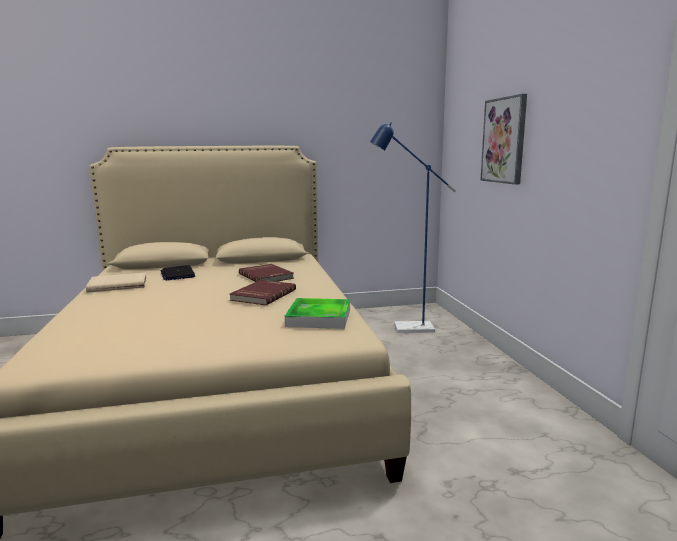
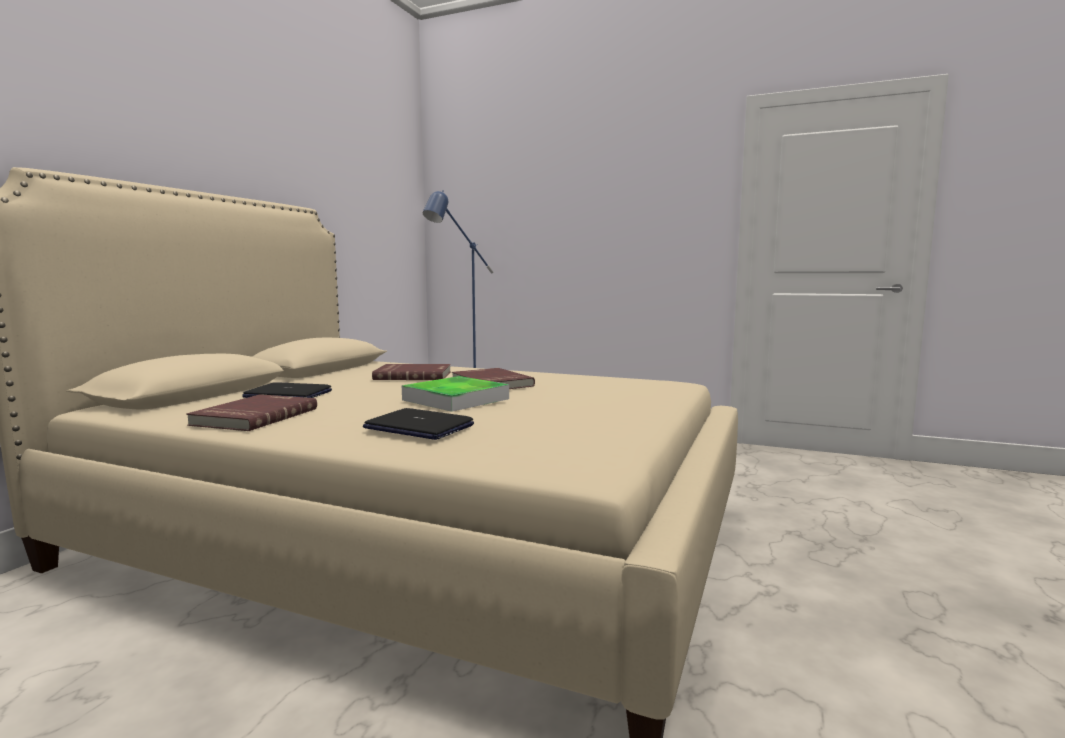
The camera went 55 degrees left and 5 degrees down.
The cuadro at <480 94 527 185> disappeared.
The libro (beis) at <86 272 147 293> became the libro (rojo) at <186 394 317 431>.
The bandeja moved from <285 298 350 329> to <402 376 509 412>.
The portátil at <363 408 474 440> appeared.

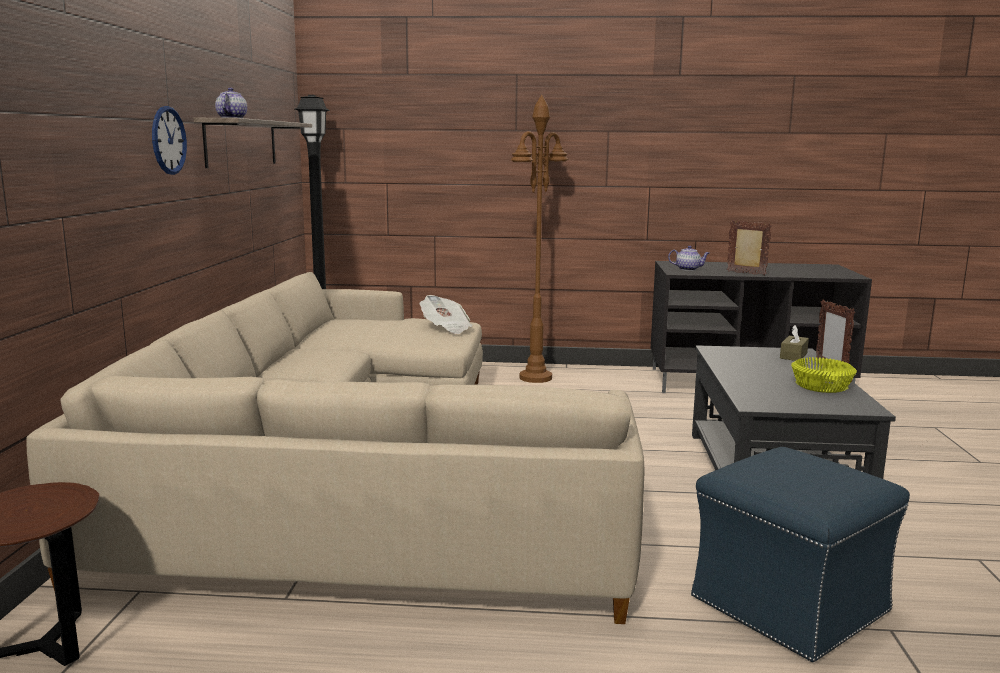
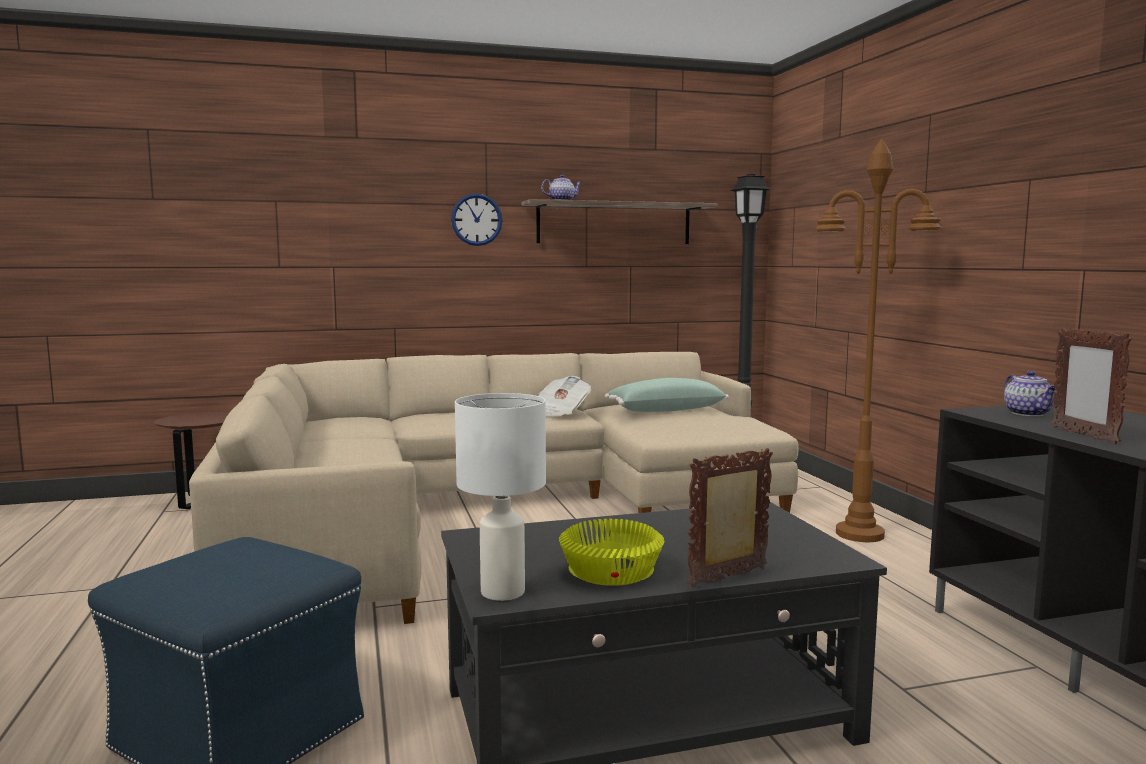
The camera went 70 degrees right and 5 degrees down.
The portarretratos at <726 220 772 275> turned 150 degrees clockwise.
The periódico moved from <420 295 473 334> to <538 376 591 417>.
The caja de pañuelos (marrón) at <780 325 809 361> disappeared.
The cojín (verde) at <605 378 729 412> appeared.
The lámpara de mesa (blanco) at <455 393 546 601> appeared.

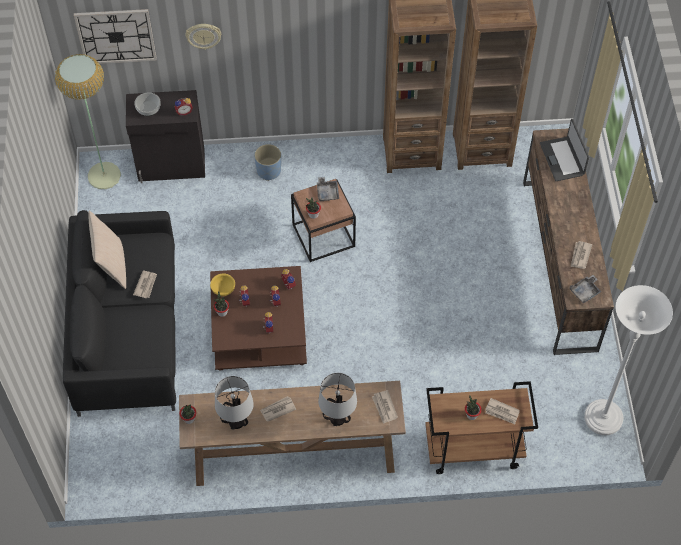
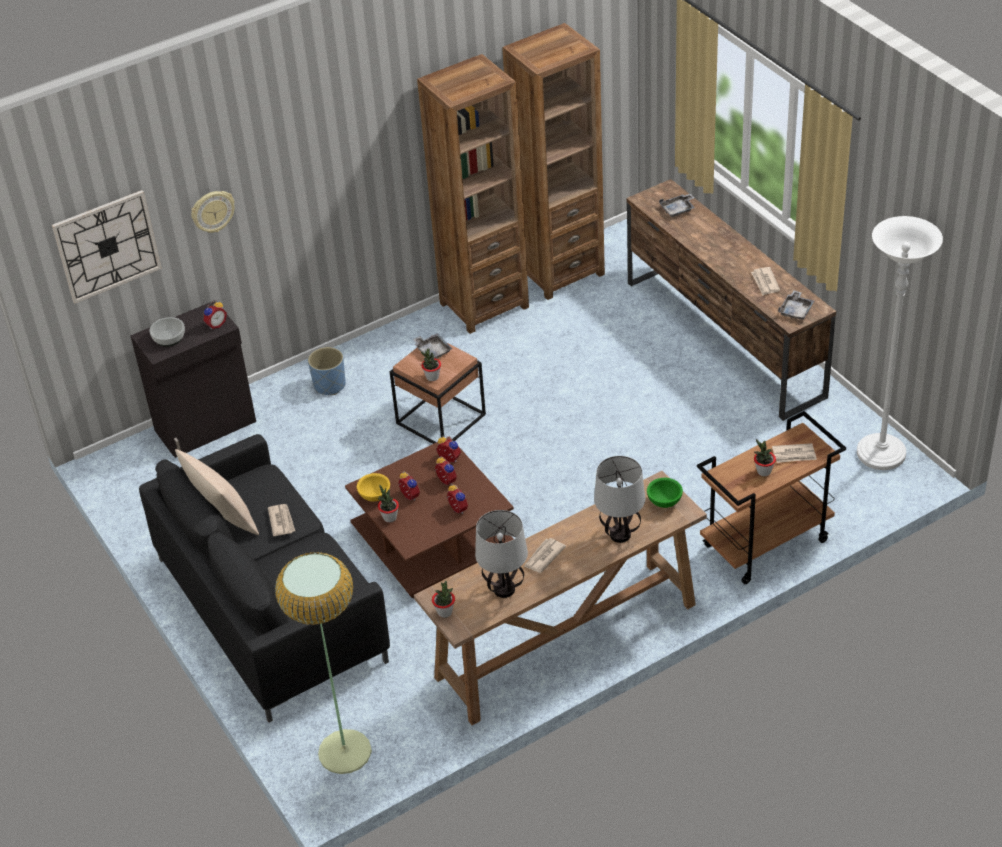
The camera went 25 degrees left and 15 degrees down.
The lámpara de pie moved from <55 54 121 189> to <275 552 372 774>.
The portátil at <540 119 589 181> was replaced by the bandeja (gris) at <659 194 695 217>.
The periódico at <372 390 398 424> was replaced by the cuenco (verde) at <647 478 683 508>.

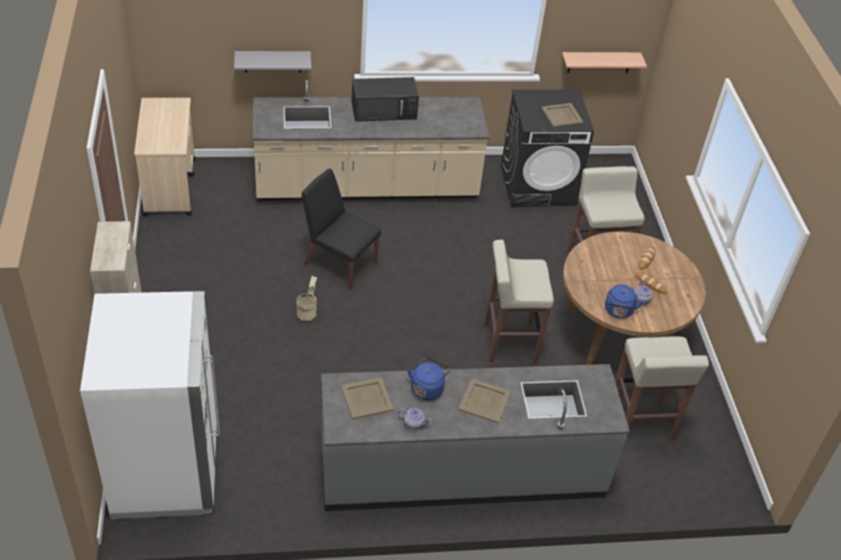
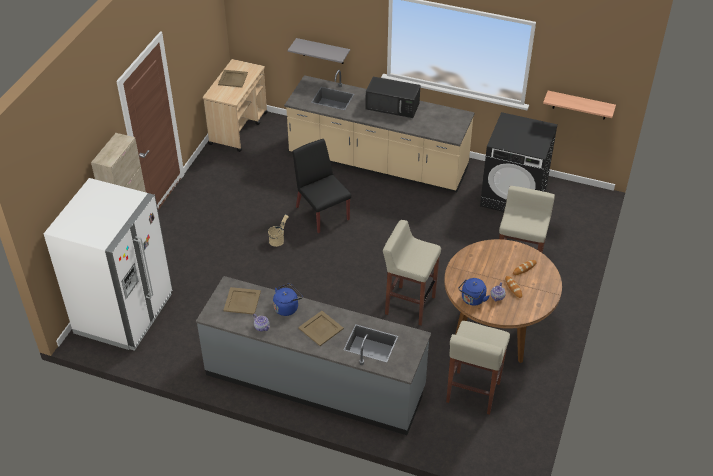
The camera went 30 degrees right and 0 degrees up.
The bandeja (beis) moved from <541 103 583 127> to <218 70 248 87>.

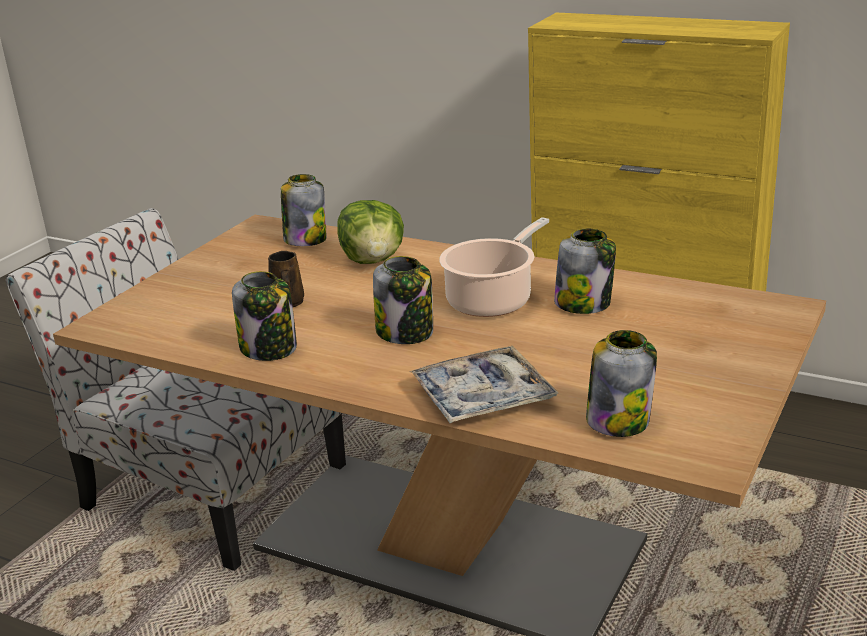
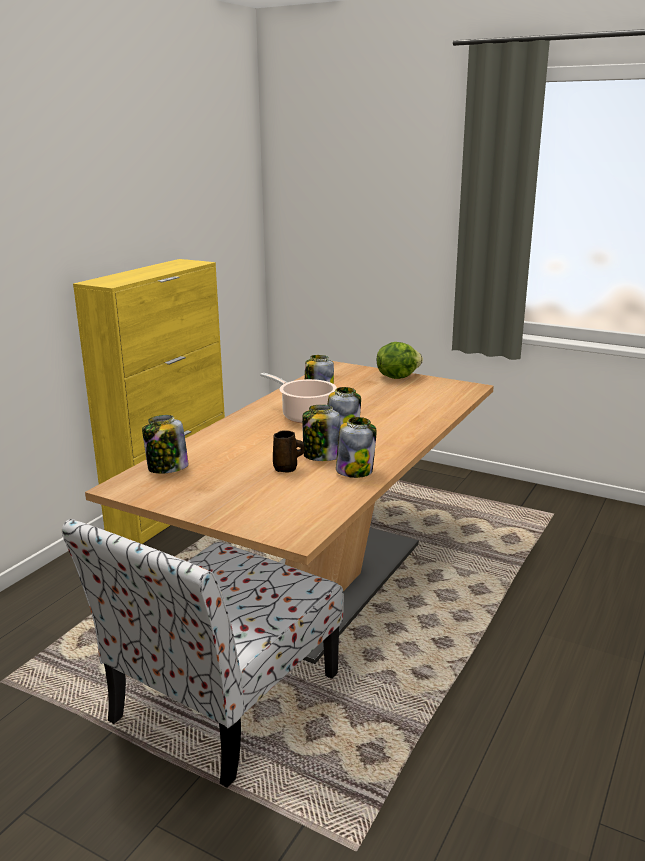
The camera went 90 degrees left and 5 degrees down.
The lechuga moved from <337 200 404 264> to <377 342 423 379>.
The tarro moved from <586 330 657 437> to <302 405 341 461>.
The bandeja at <410 346 558 423> disappeared.

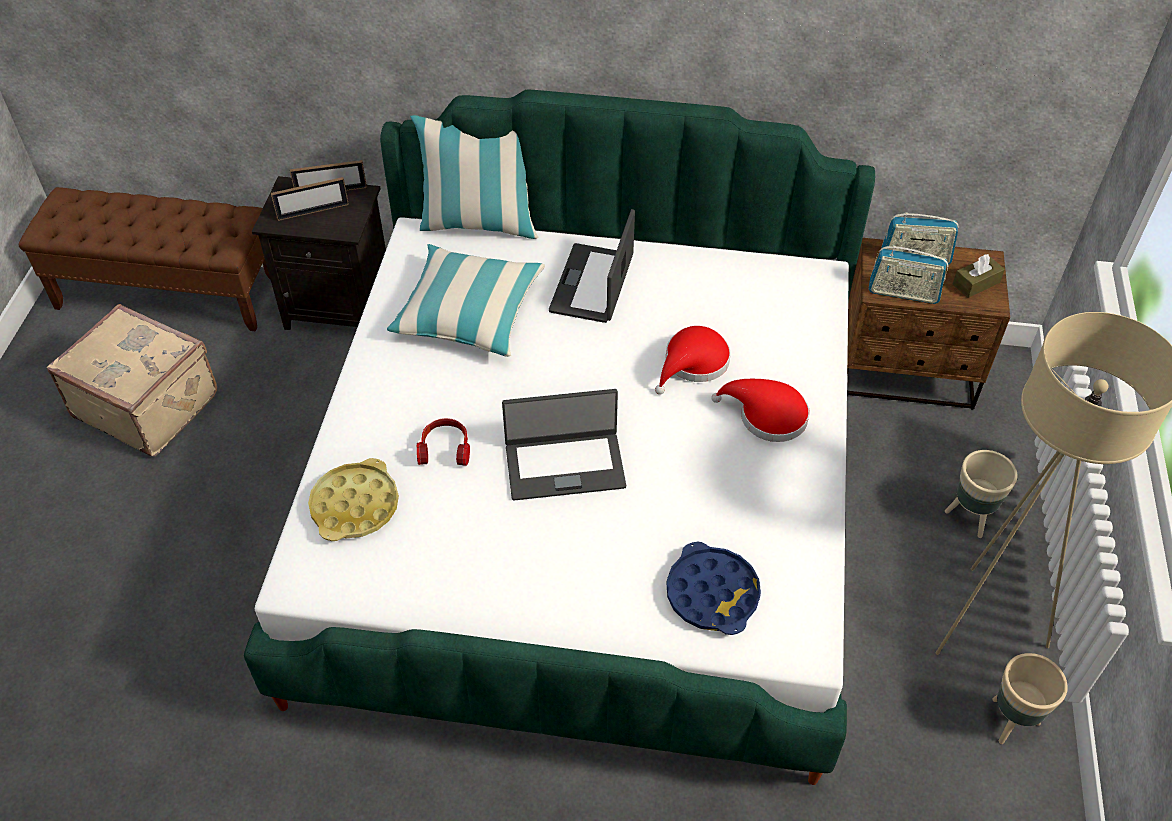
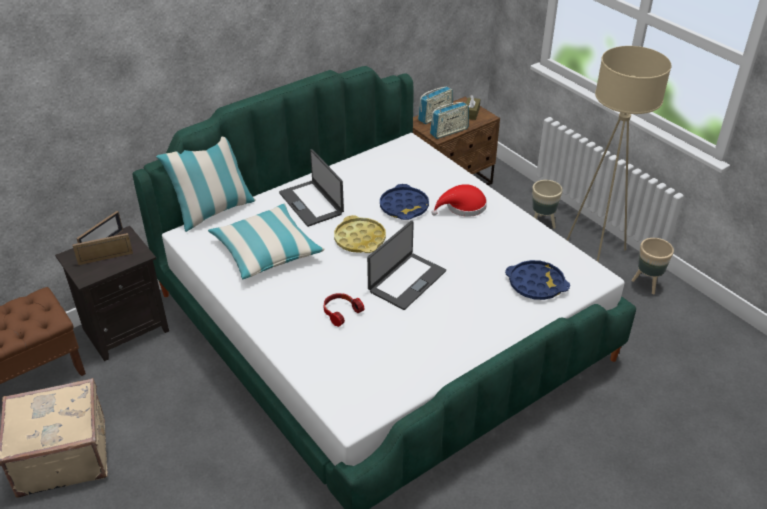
The camera went 45 degrees left and 10 degrees down.
The portarretratos at <271 177 349 221> turned 135 degrees counterclockwise.
The sombrero (rojo) at <655 326 731 395> was replaced by the bandeja (azul) at <380 184 429 220>.
The bandeja (amarillo) moved from <308 458 399 541> to <334 215 386 253>.

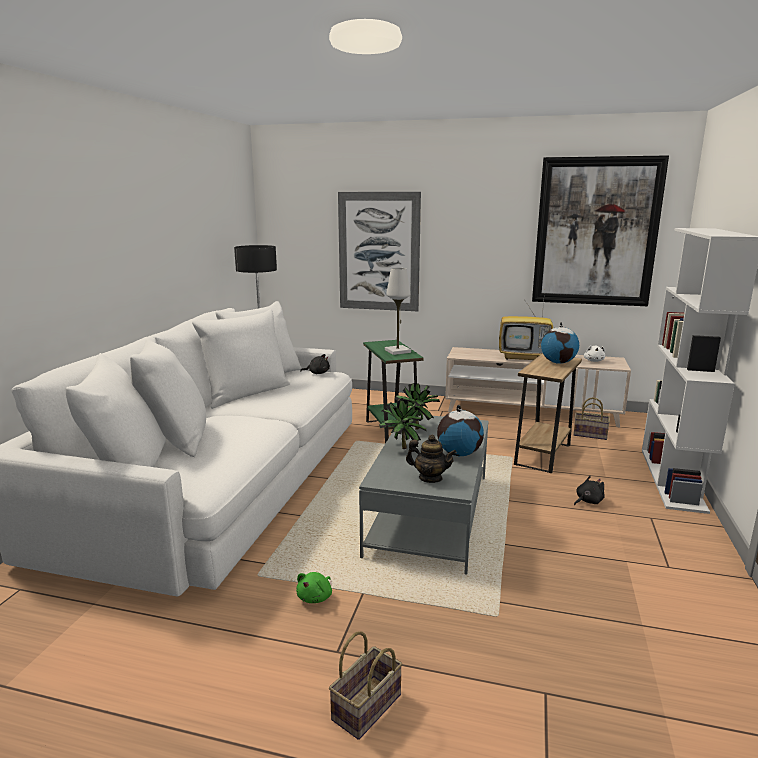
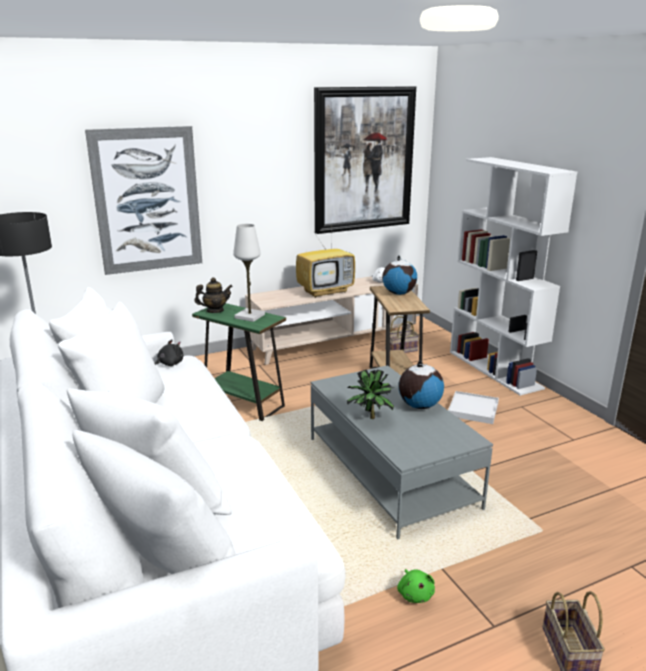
The camera went 40 degrees left and 5 degrees up.
The planta en maceta at <394 383 440 430> disappeared.
The tetera moved from <406 435 457 483> to <195 277 233 313>.
The peluche (negro) at <574 476 605 505> was replaced by the bandeja (blanco) at <448 391 499 424>.

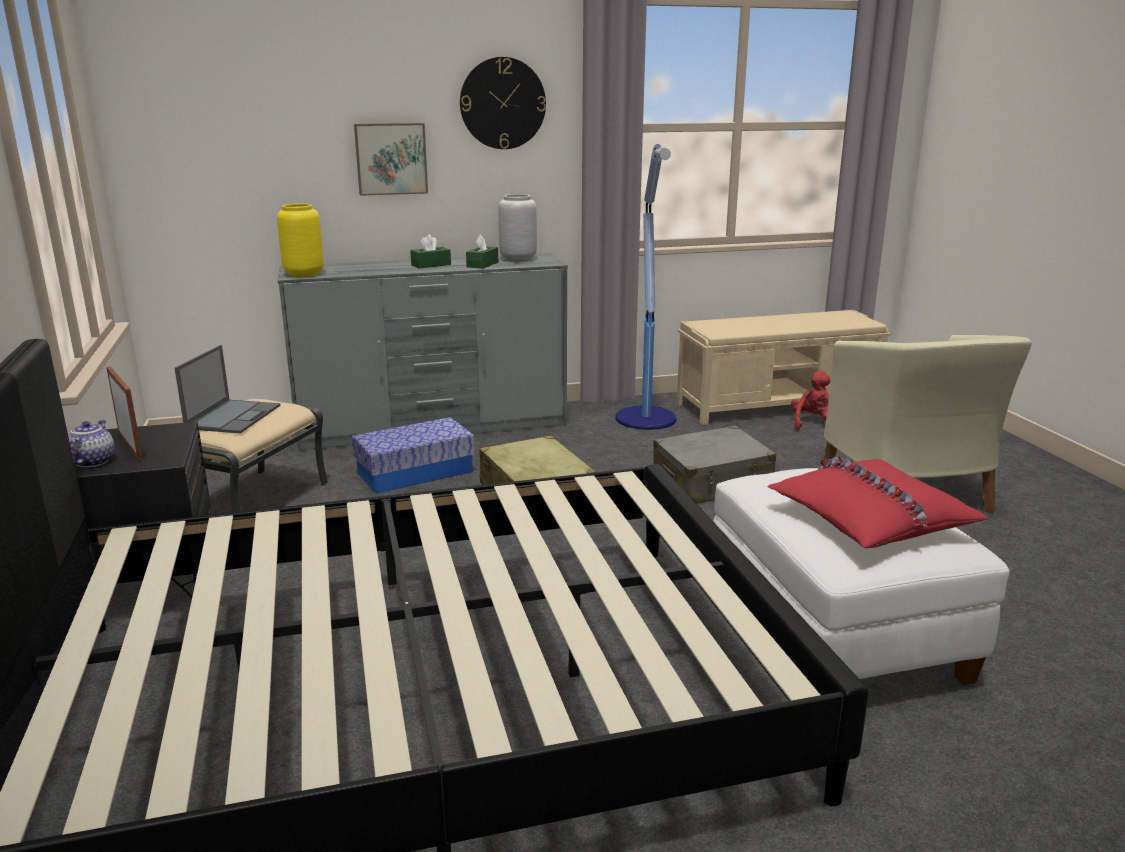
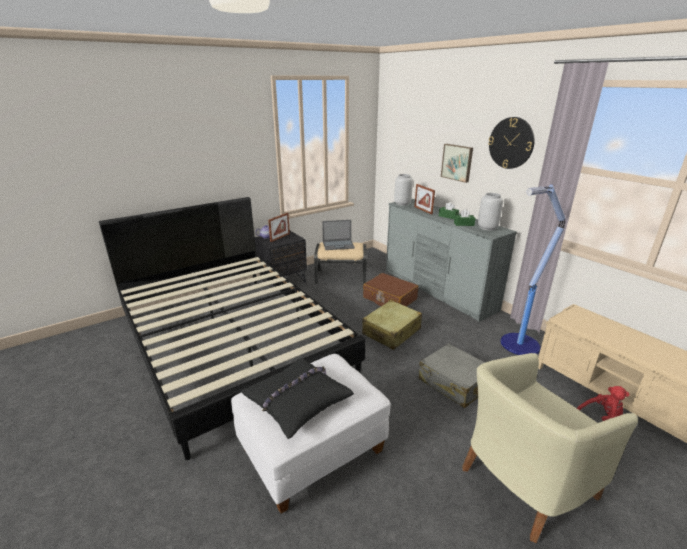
The camera went 70 degrees right and 5 degrees up.
The florero (amarillo) at <277 203 324 277> became the florero (gris) at <394 174 413 206>.
The caja de almacenaje at <352 417 475 494> was replaced by the maleta (marrón) at <363 273 419 307>.
The cojín (rojo) at <768 457 989 548> became the cojín (negro) at <241 358 354 439>.
The portarretratos at <414 184 435 214> appeared.

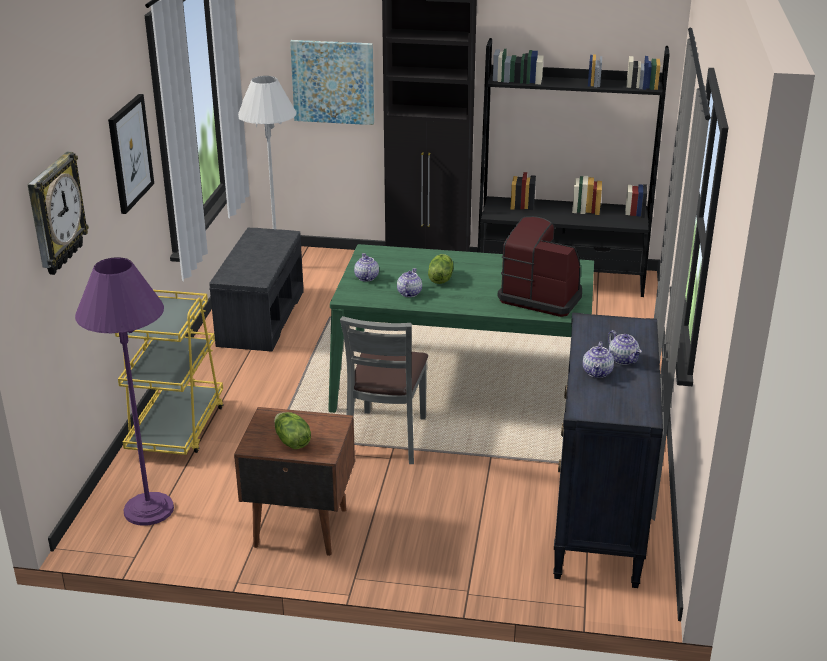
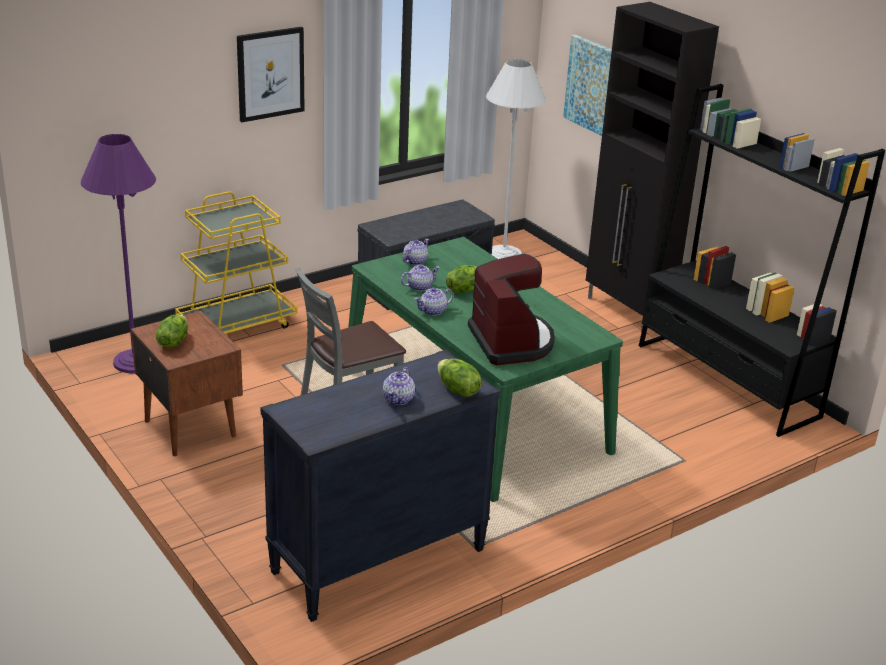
The camera went 45 degrees right and 0 degrees up.
The reloj de pared at <27 152 89 275> disappeared.
The tetera moved from <583 342 614 378> to <414 287 453 316>.
The lechuga at <437 359 482 397> appeared.

